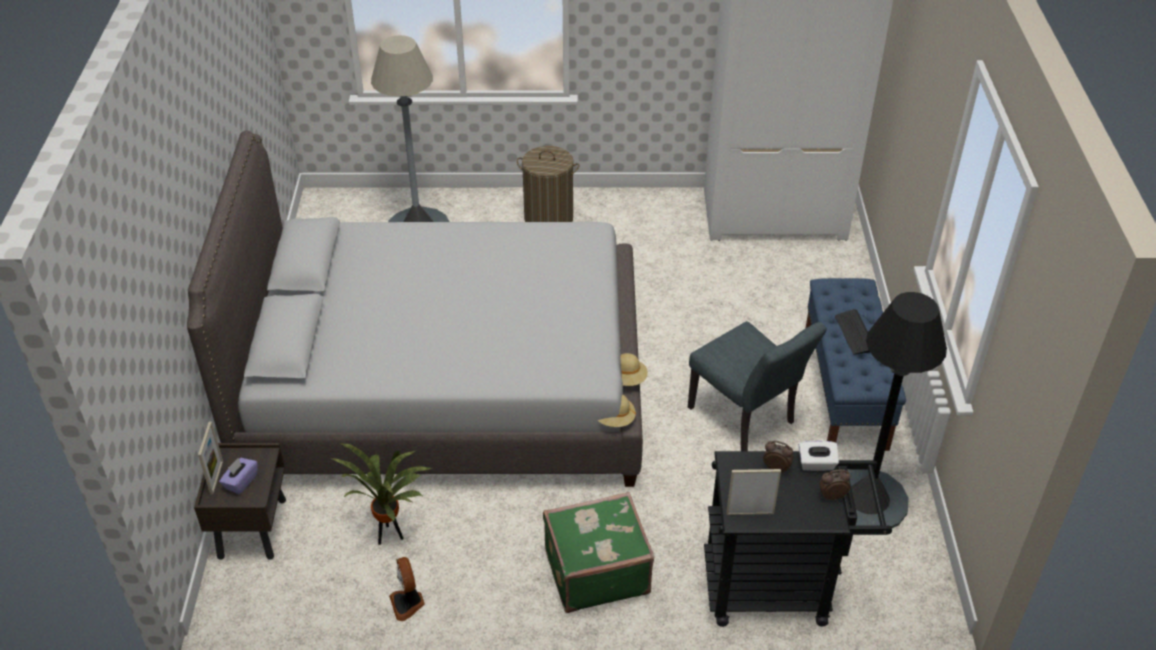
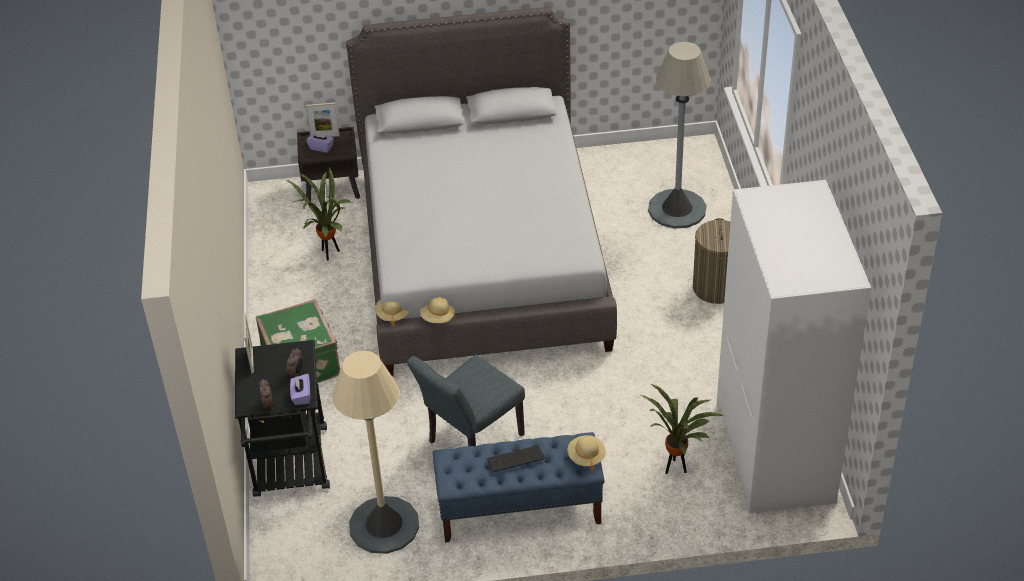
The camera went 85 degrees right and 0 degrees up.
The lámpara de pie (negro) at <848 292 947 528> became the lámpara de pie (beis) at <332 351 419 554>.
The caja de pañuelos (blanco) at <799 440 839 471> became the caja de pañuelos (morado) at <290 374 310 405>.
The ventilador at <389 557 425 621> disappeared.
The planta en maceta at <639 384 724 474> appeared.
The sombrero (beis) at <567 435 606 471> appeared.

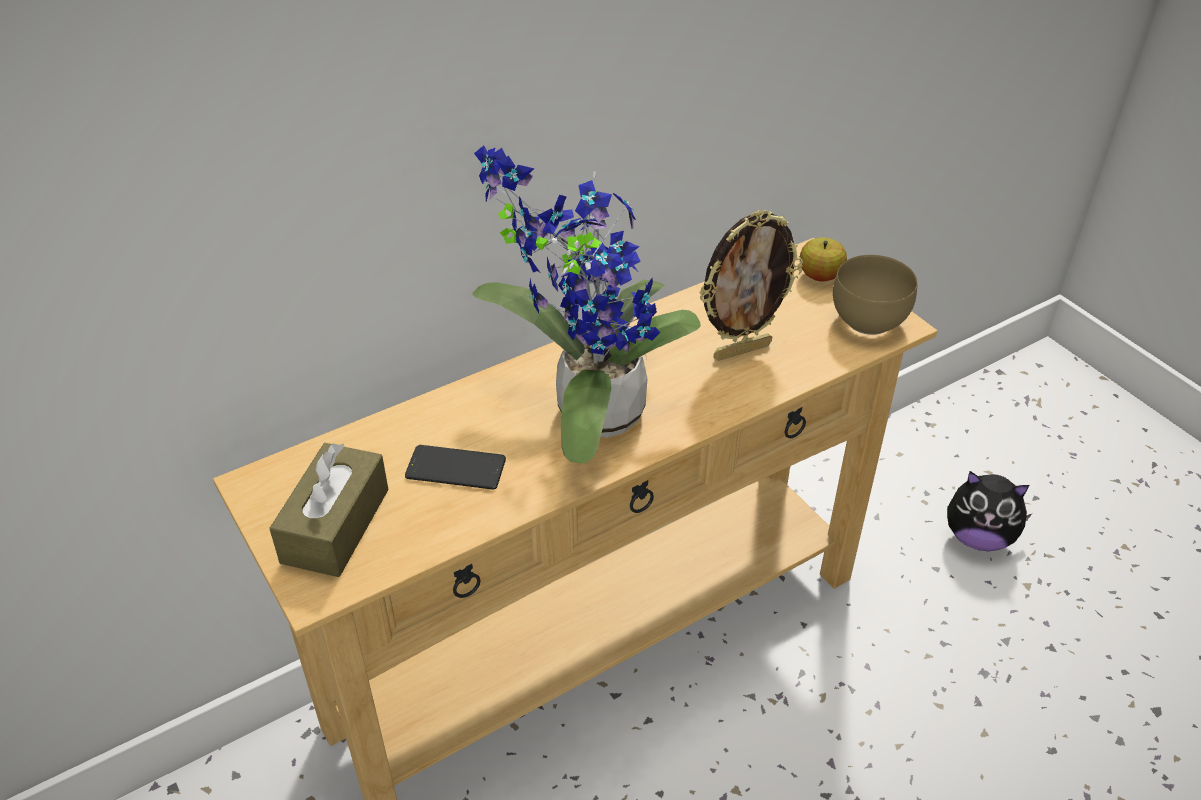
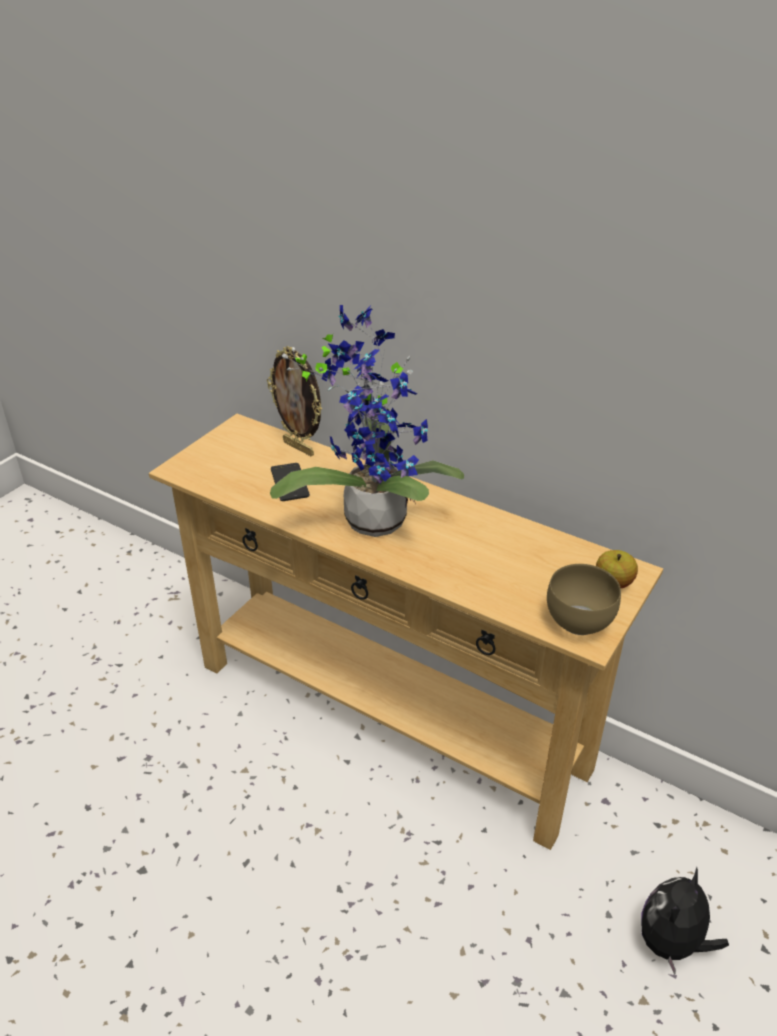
The camera went 65 degrees right and 5 degrees down.
The portarretratos moved from <699 210 803 361> to <267 346 322 456>.
The caja de pañuelos (marrón) at <269 443 389 577> disappeared.
The peluche at <947 471 1032 551> turned 45 degrees clockwise.

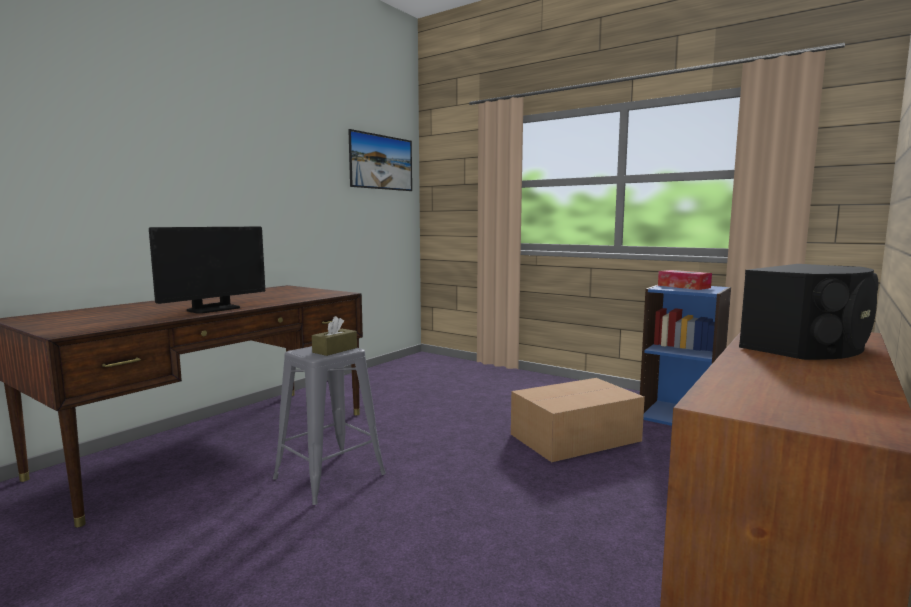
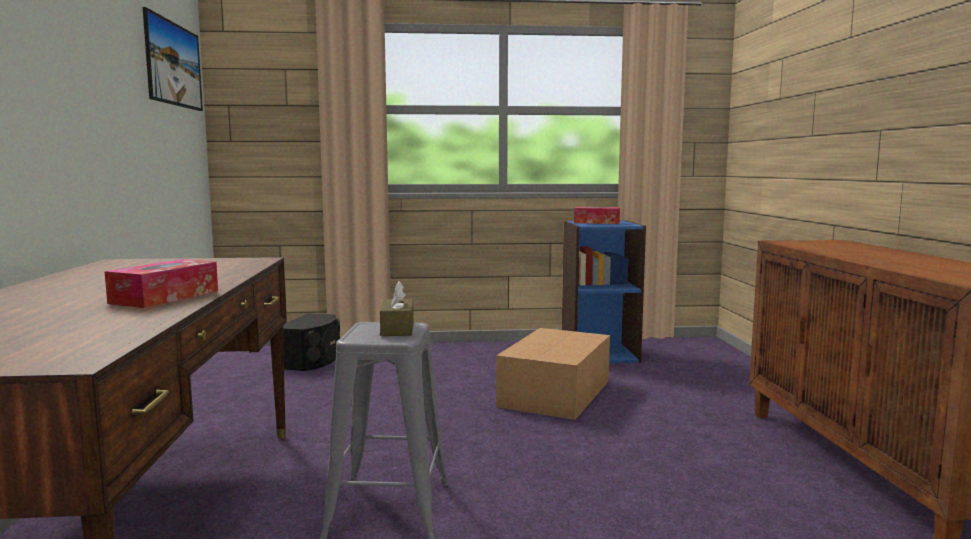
The camera went 40 degrees left and 0 degrees up.
The monitor at <149 227 265 314> was replaced by the caja de pañuelos at <104 259 218 308>.
The altavoz (negro) moved from <739 264 878 360> to <283 313 340 371>.

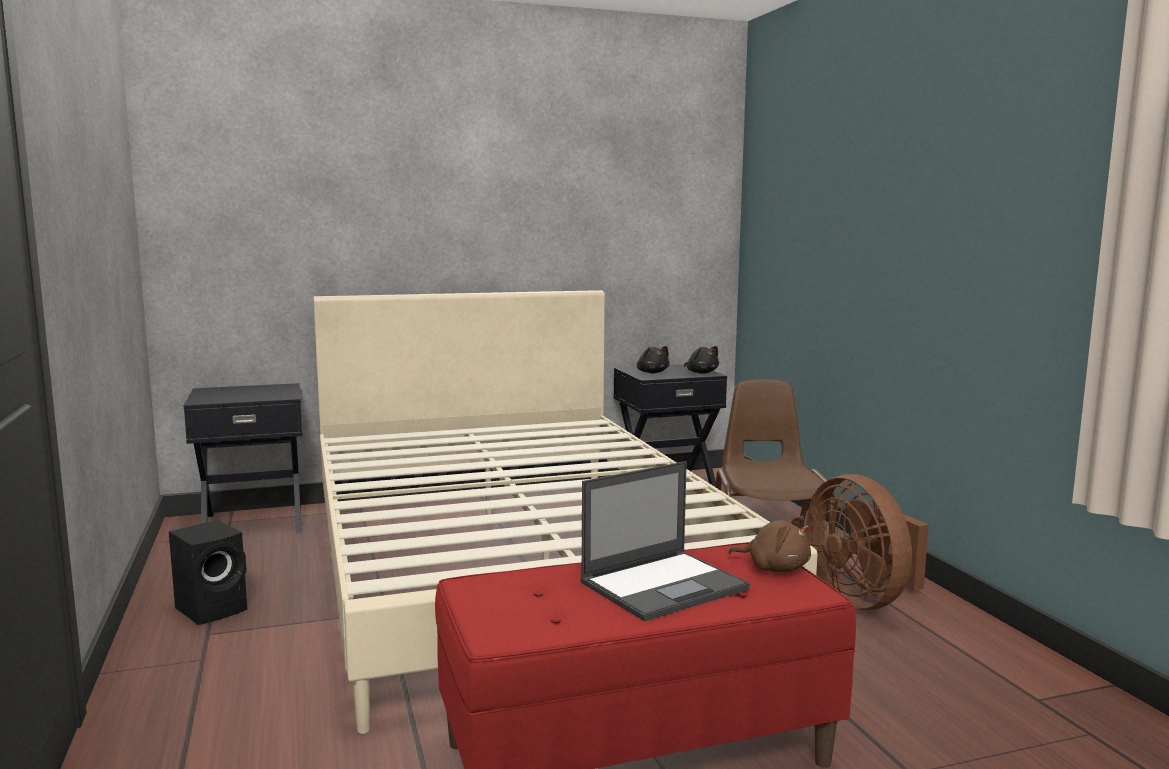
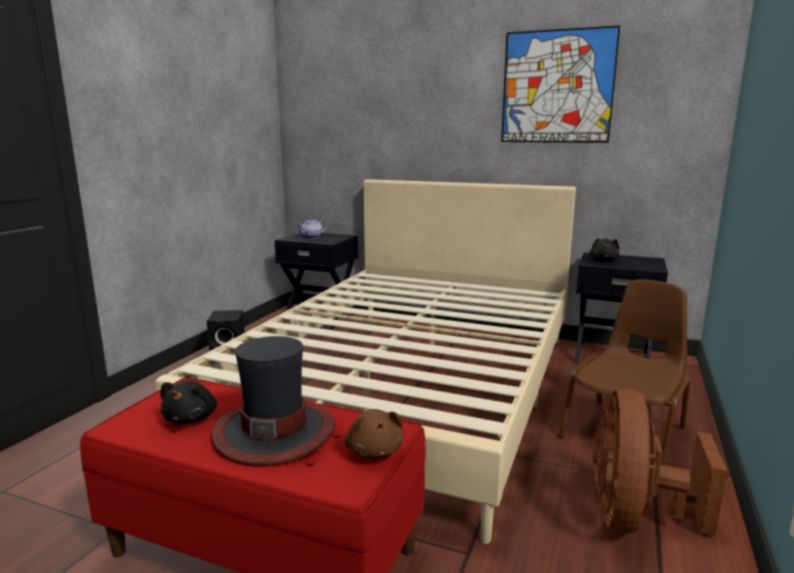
The camera went 40 degrees right and 5 degrees up.
The peluche (negro) moved from <684 346 719 374> to <160 380 217 424>.
The portátil at <580 461 750 621> was replaced by the sombrero at <211 336 335 467>.
The cuadro at <501 25 620 143> appeared.
The tetera at <296 217 327 239> appeared.

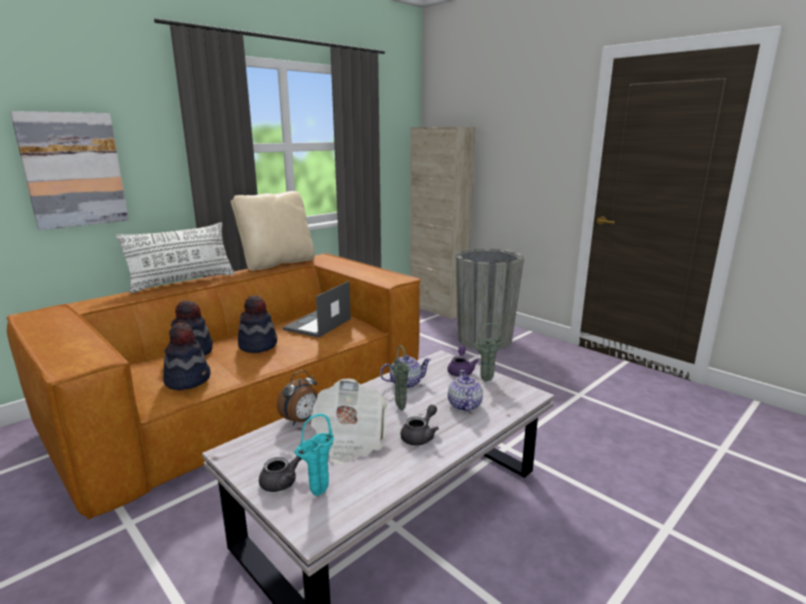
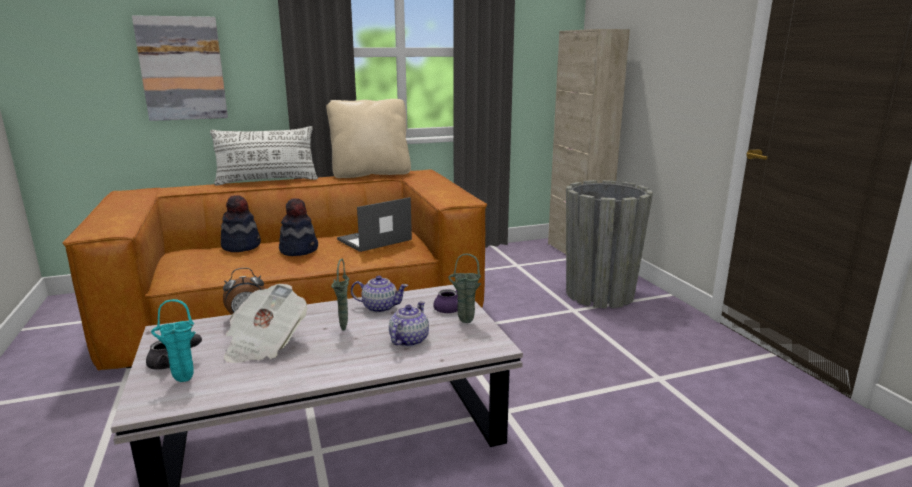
The camera went 25 degrees right and 0 degrees up.
The sombrero at <163 323 211 390> disappeared.
The tetera (gris) at <401 405 439 446> disappeared.

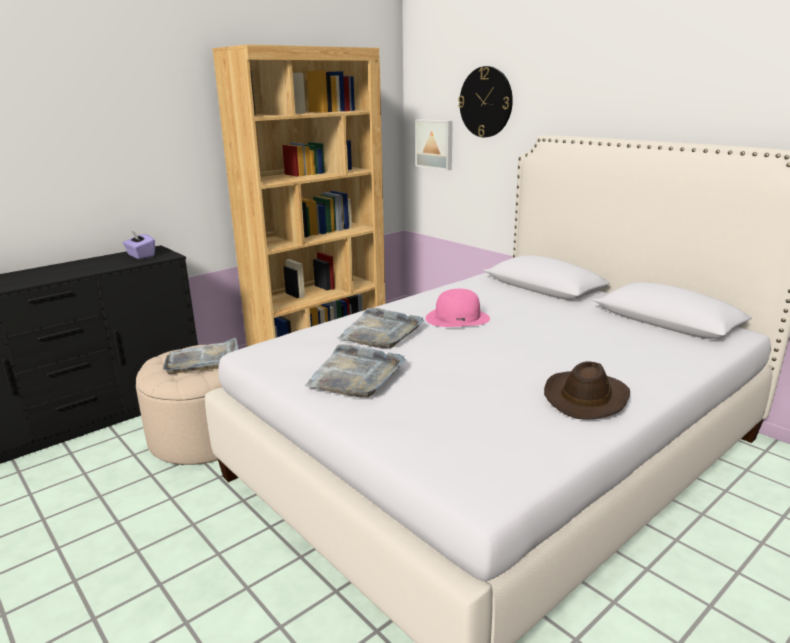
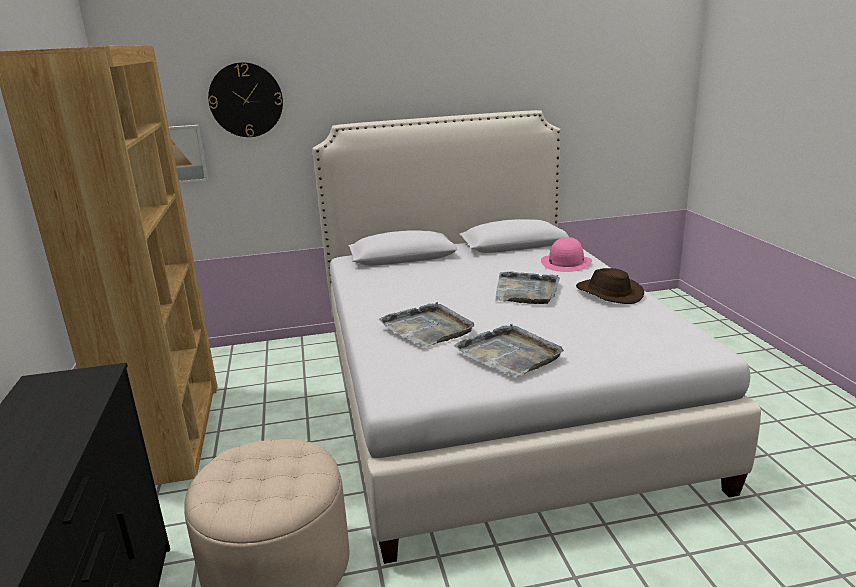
The camera went 60 degrees left and 0 degrees up.
The caja de pañuelos (morado) at <123 231 155 259> disappeared.
The sombrero (rosa) moved from <426 289 490 327> to <541 237 592 272>.
The bandeja (gris) moved from <163 338 238 374> to <495 271 560 304>.

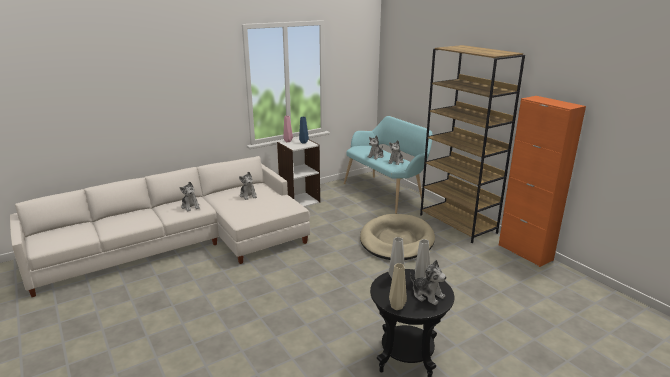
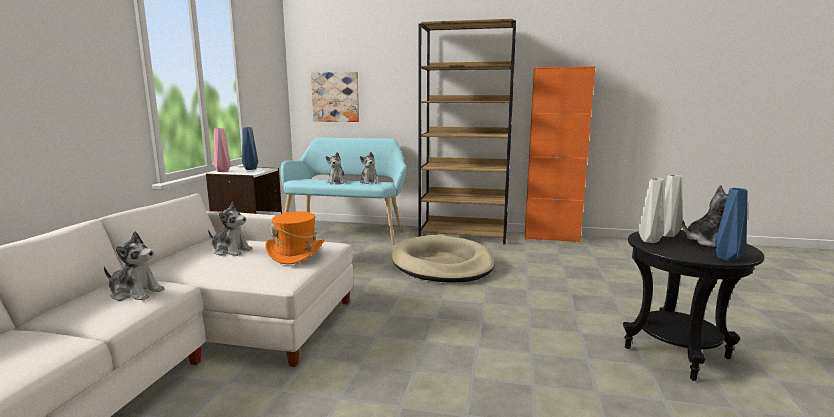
The camera went 45 degrees left and 10 degrees down.
The florero (beis) at <389 263 407 310> became the florero (azul) at <715 188 748 261>.
The cuadro at <311 72 359 122> appeared.
The sombrero (naranja) at <266 211 324 264> appeared.

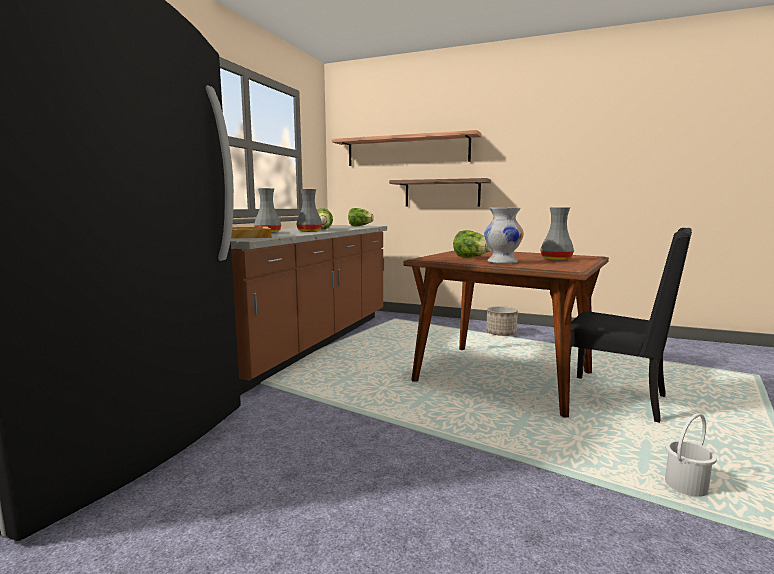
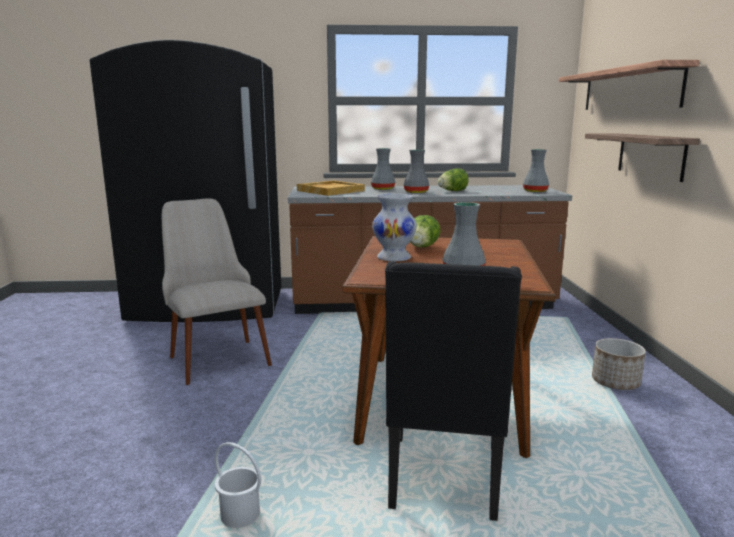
The camera went 65 degrees right and 5 degrees up.
The lechuga at <348 208 374 226> was replaced by the florero (gris) at <523 149 549 193>.
The silla (beis) at <162 199 272 385> appeared.

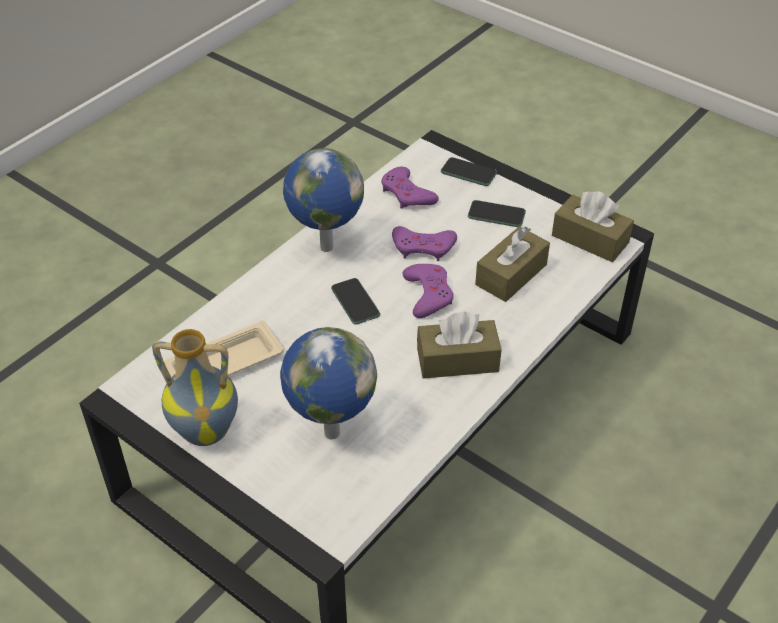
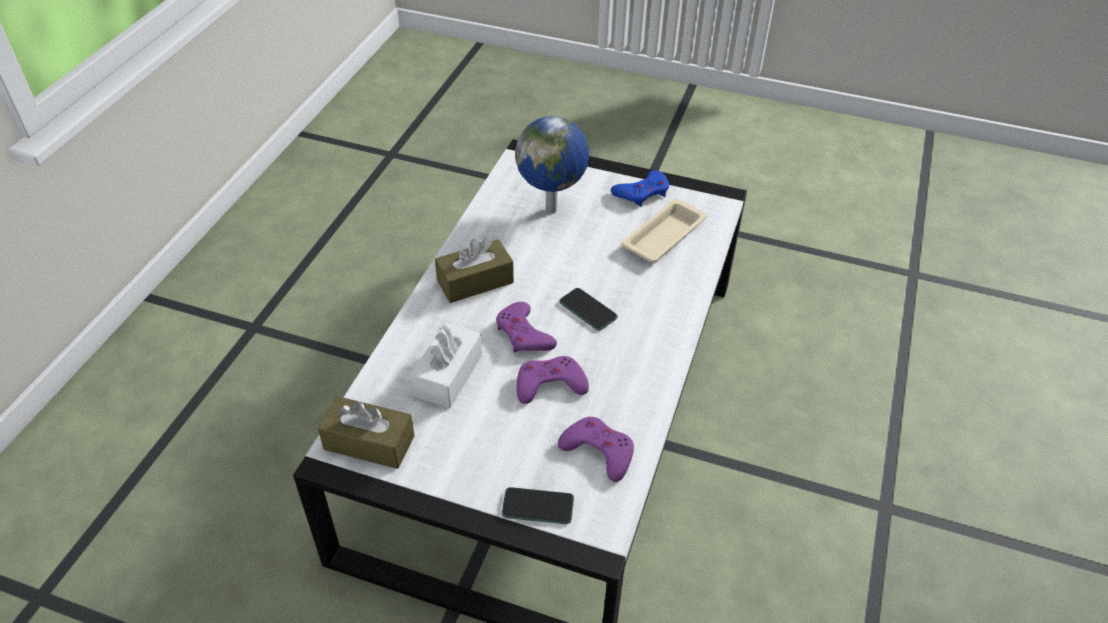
The camera went 160 degrees right and 0 degrees up.
The globo terráqueo at <283 148 364 252> disappeared.
The móvil at <468 200 526 227> disappeared.
The caja de pañuelos (marrón) at <475 226 550 302> became the caja de pañuelos (blanco) at <411 323 482 408>.
The florero at <152 329 238 446> was replaced by the mando de consola (azul) at <611 170 669 207>.

